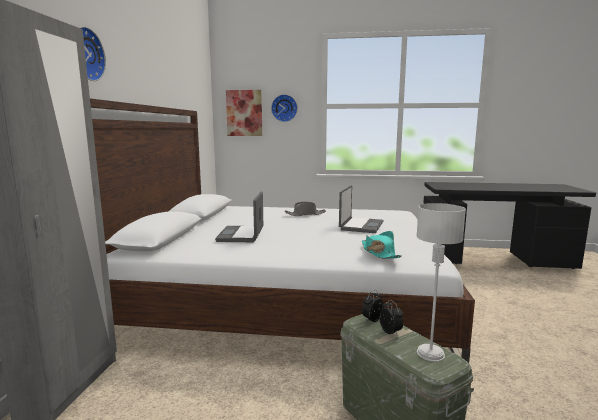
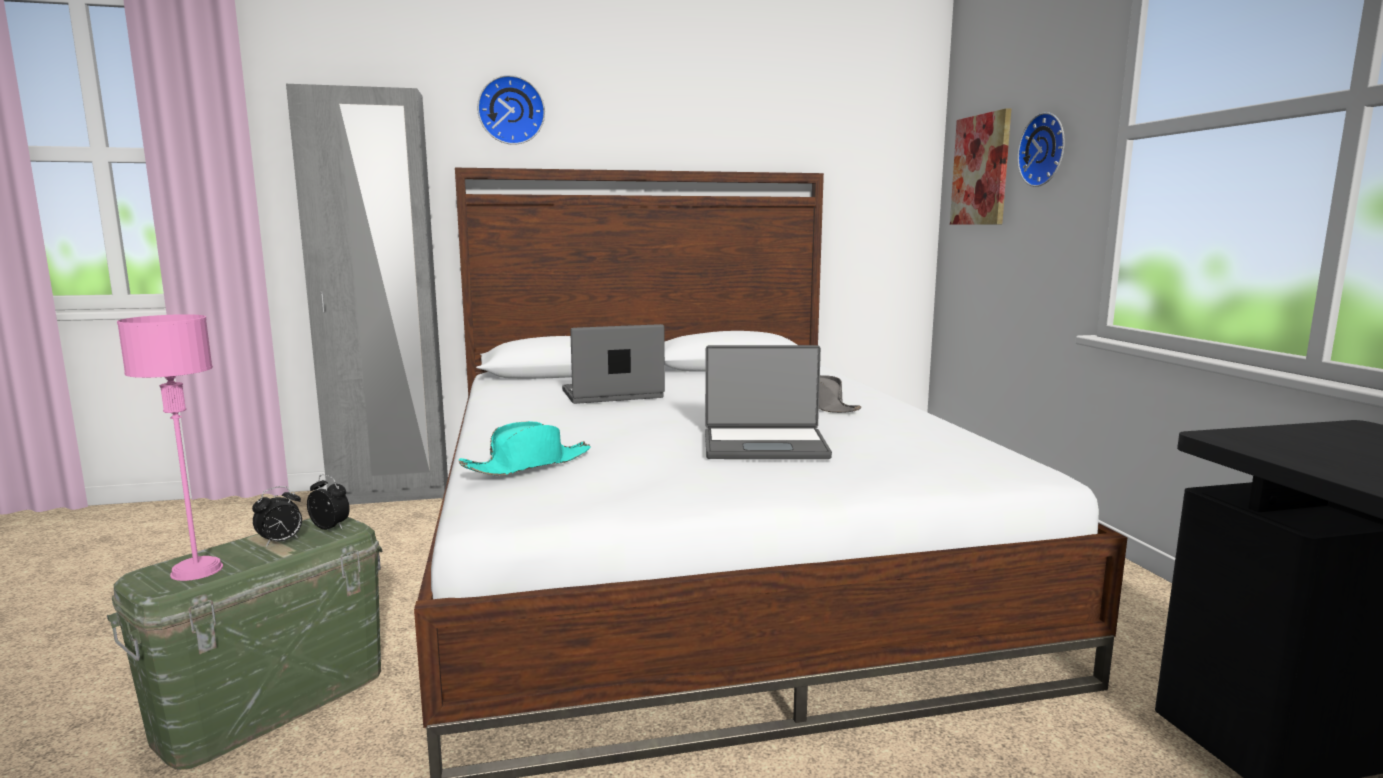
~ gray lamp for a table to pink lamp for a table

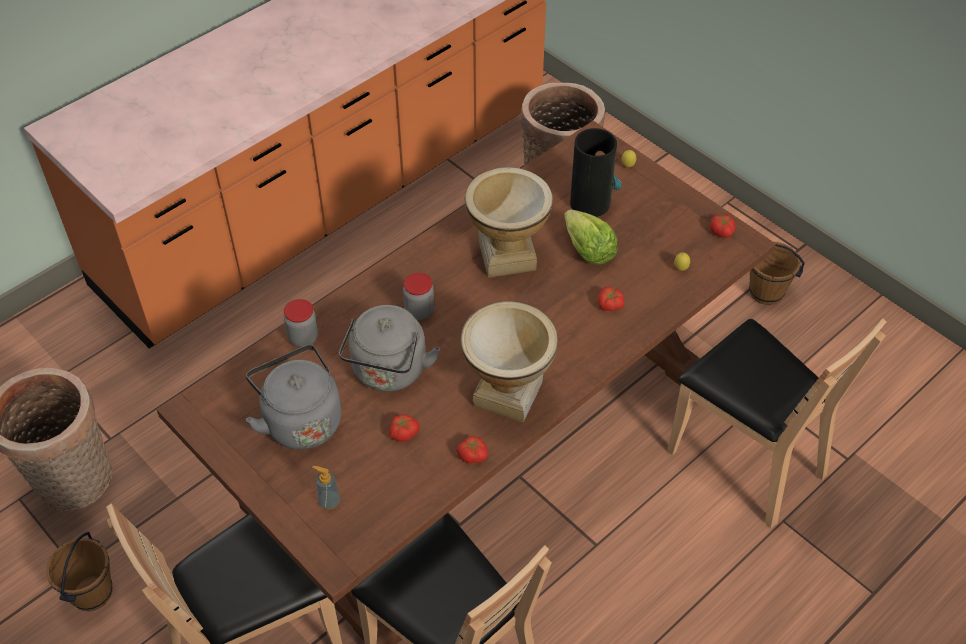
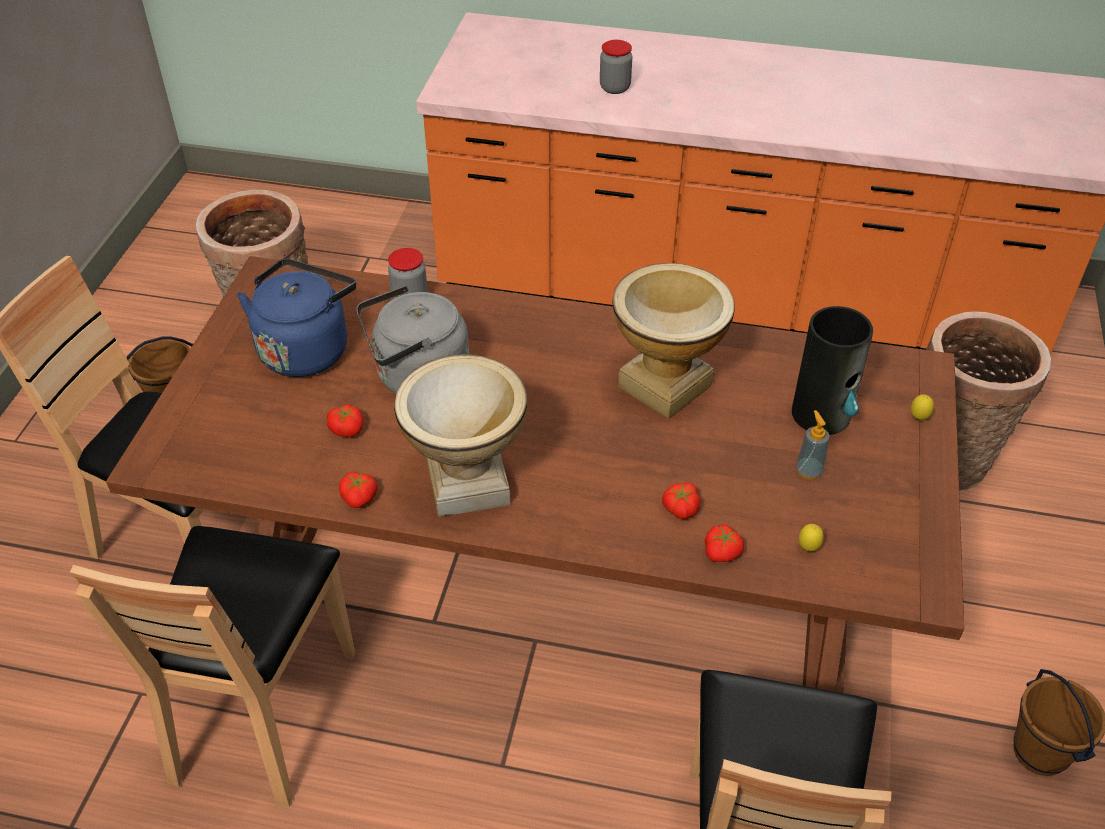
- lettuce
~ soap dispenser
~ preserve jar (2nd from left)
~ tomato (4th from left)
~ gray kettle (1st from left) to bluish kettle

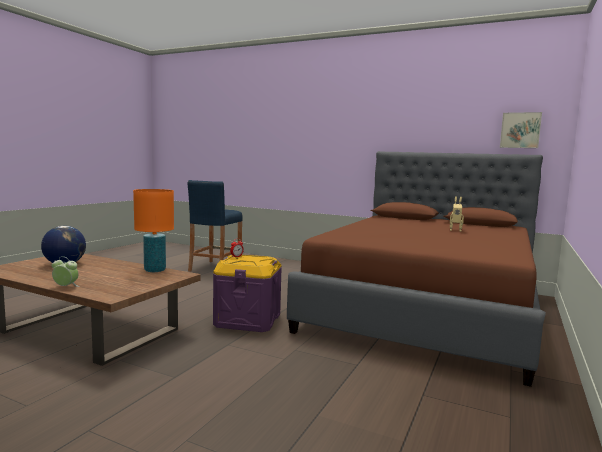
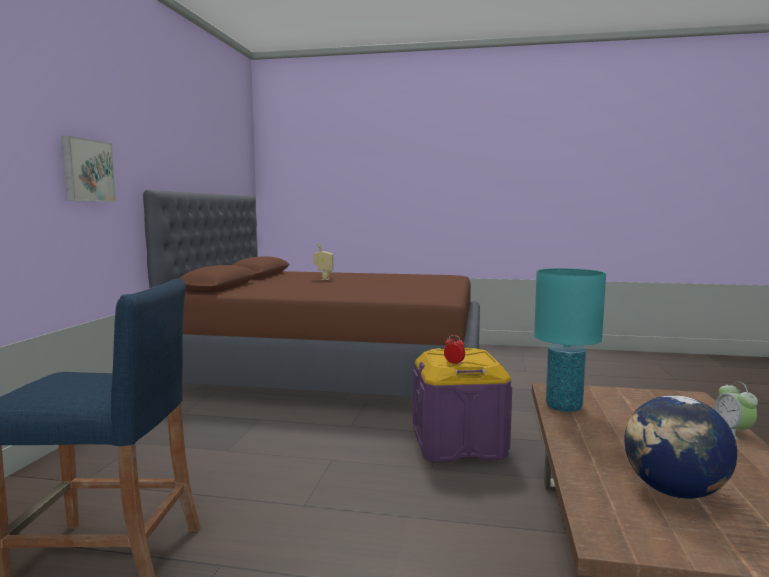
~ picture
~ orange lamp for a table to turquoise lamp for a table

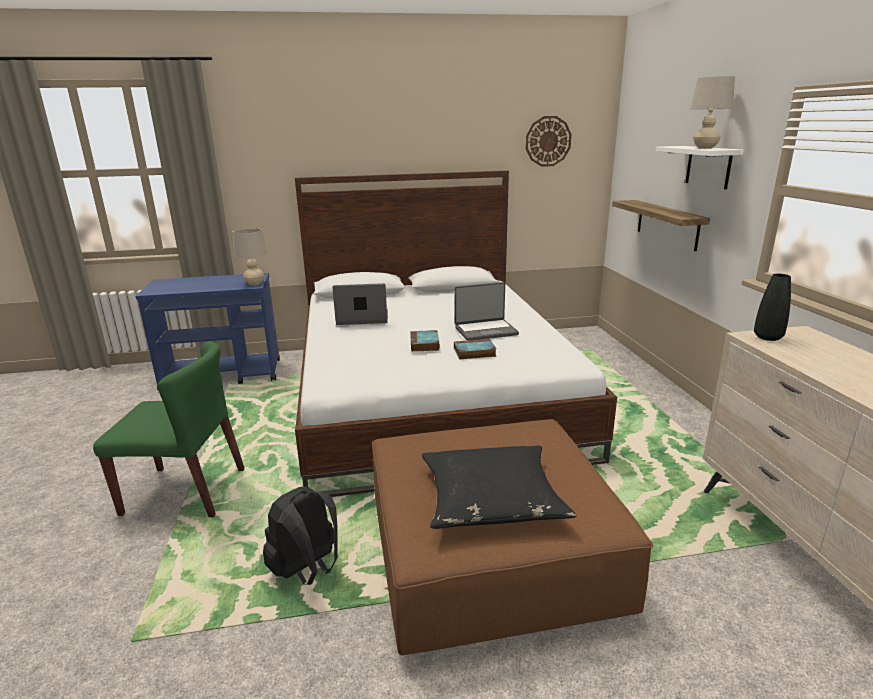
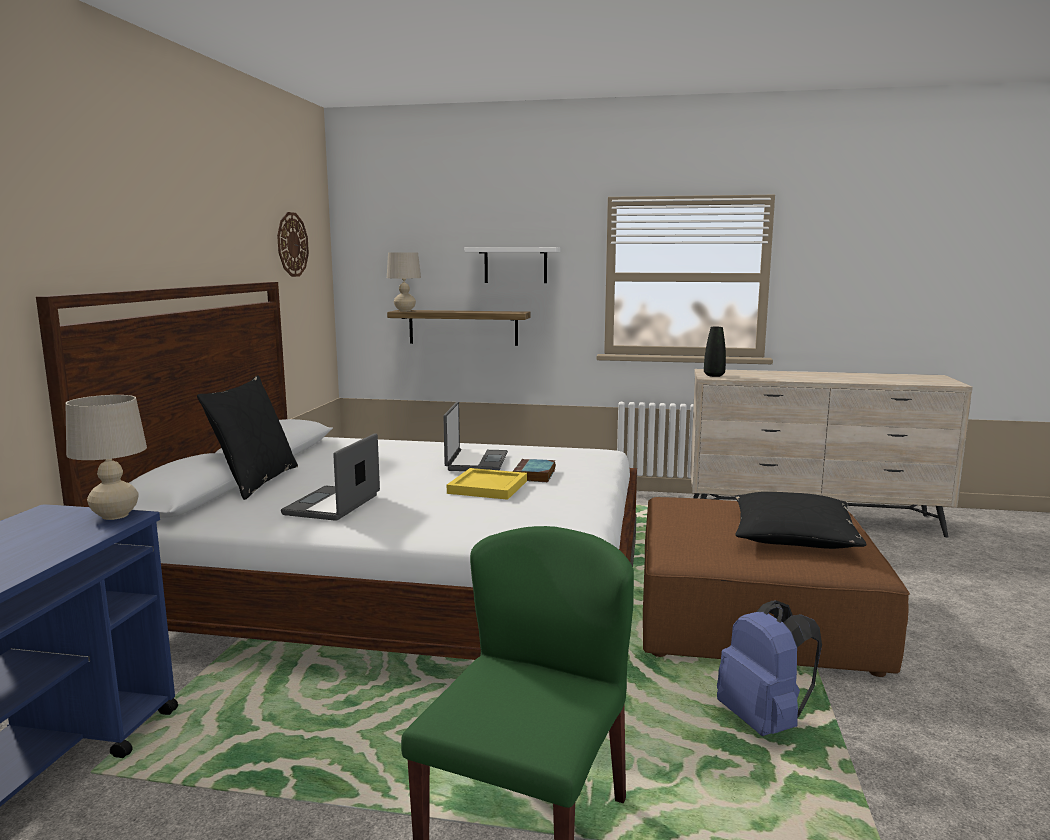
+ black-coloured throw pillow (1st from left)
~ sand-coloured lamp for a table (2nd from left)
~ volume (1st from left) to yellow carrying tray
~ black-coloured backpack to bluish backpack

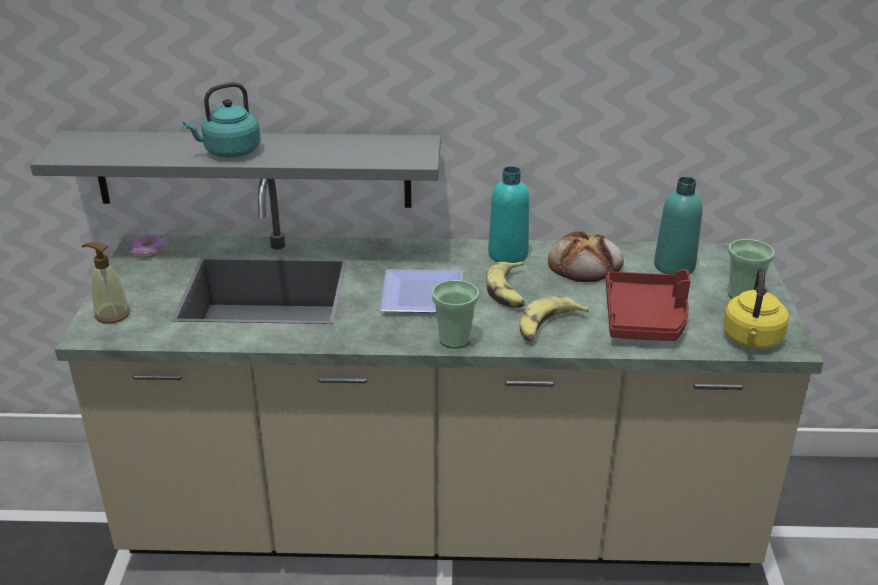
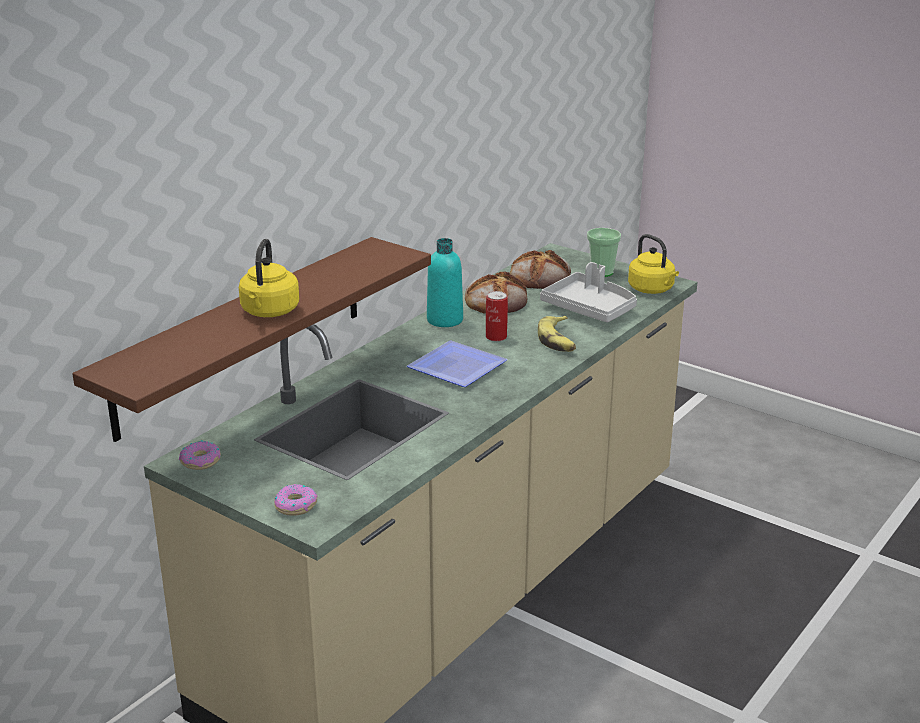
- small cup (1st from left)
~ soap dispenser to ring doughnut (2nd from left)
~ whole banana (1st from left) to sealed can
~ turquoise beverage bottle (2nd from left) to bread (2nd from left)
~ gray wall shelf to brownish wall shelf
~ turquoise kettle to yellow kettle (1st from left)
~ reddish carrying tray to gray carrying tray

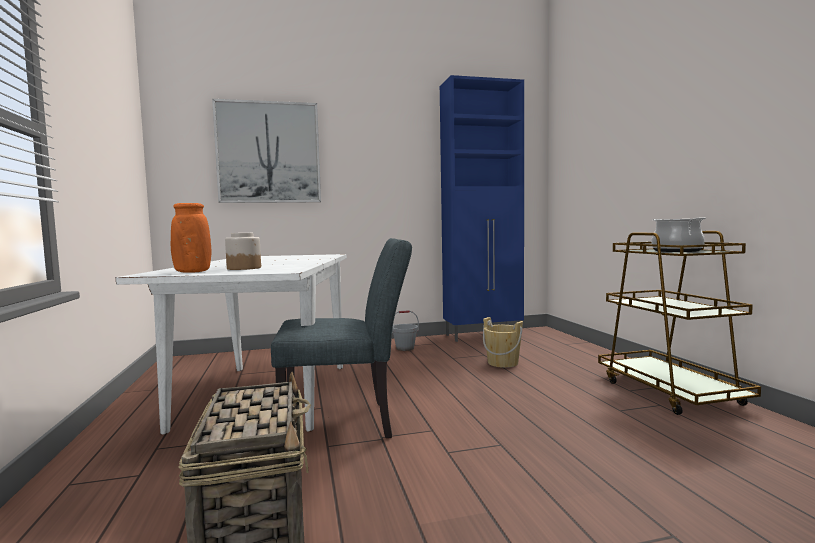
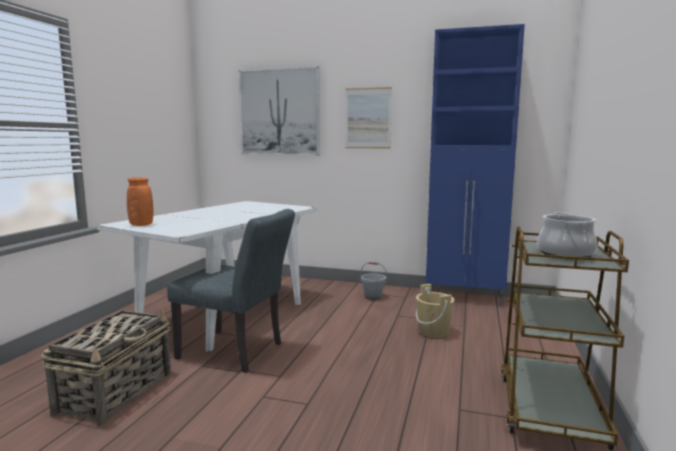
- preserve jar
+ picture (2nd from left)

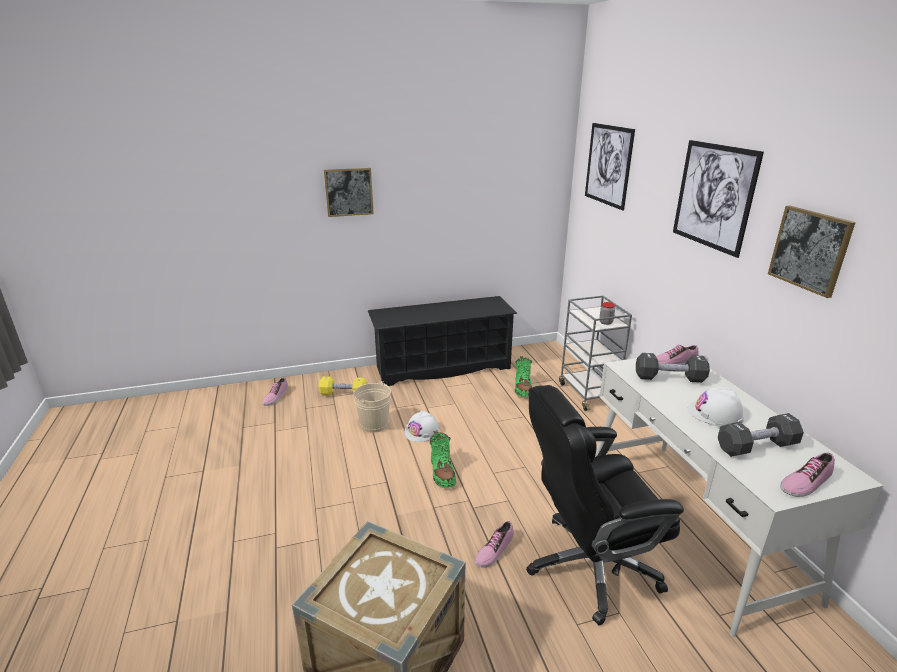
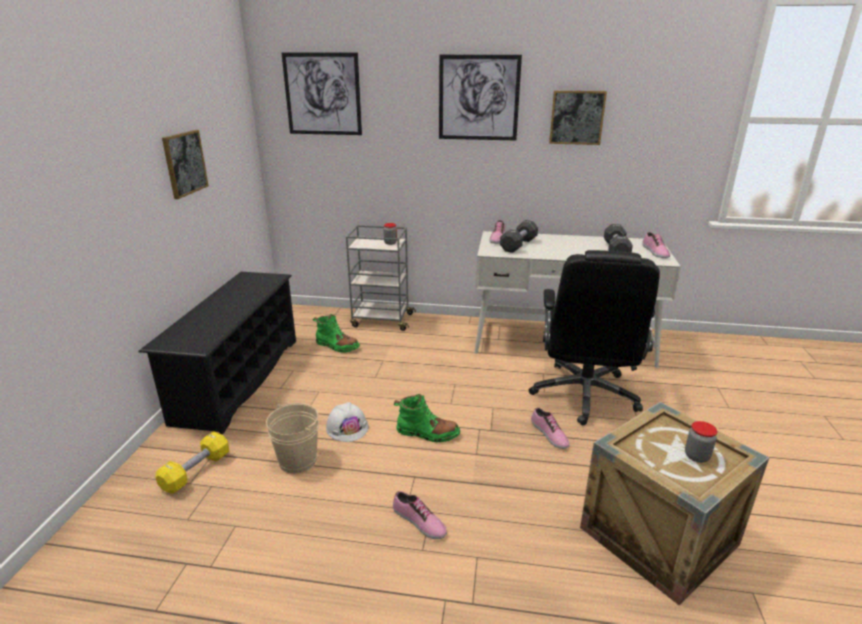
- white work helmet (2nd from left)
+ preserve jar (2nd from left)
~ shoe (1st from left)
~ picture (1st from left)

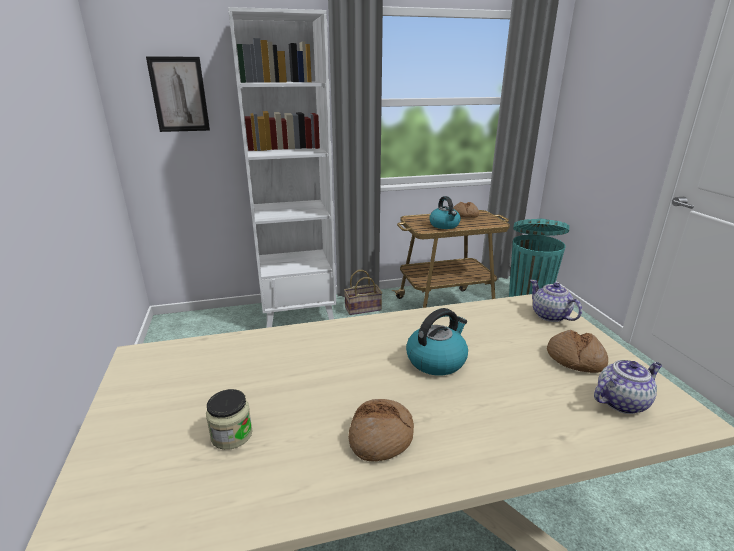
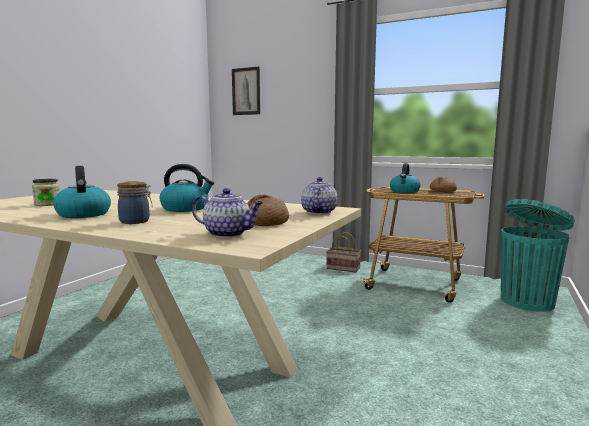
- white bookcase
+ preserve jar (2nd from left)
~ bread (1st from left) to kettle (1st from left)

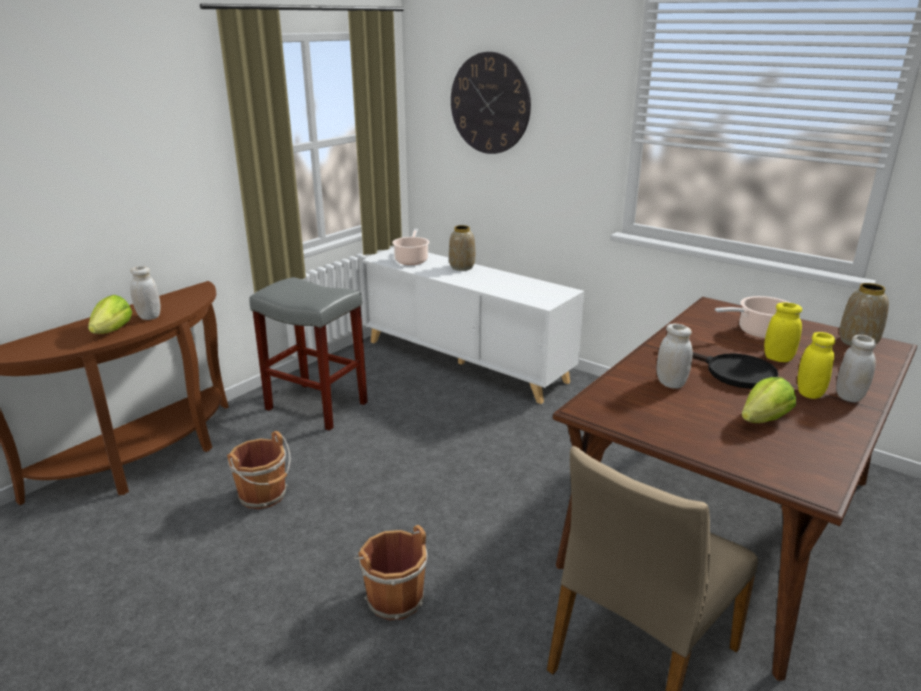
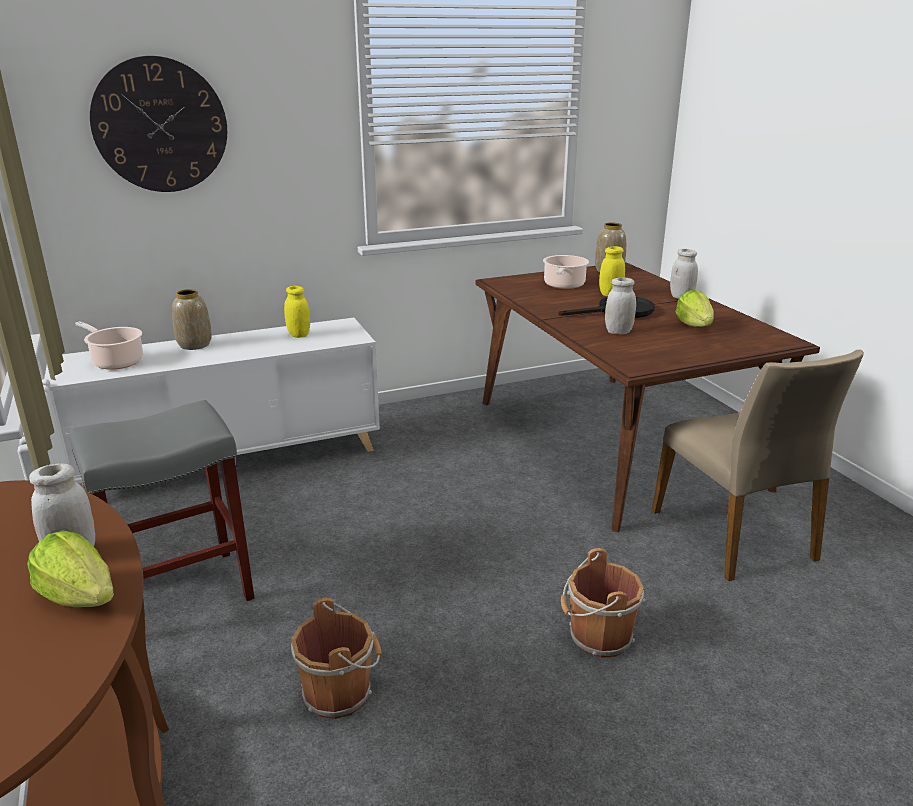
~ yellow preserve jar (2nd from left in the first image) to yellow preserve jar (1st from left)

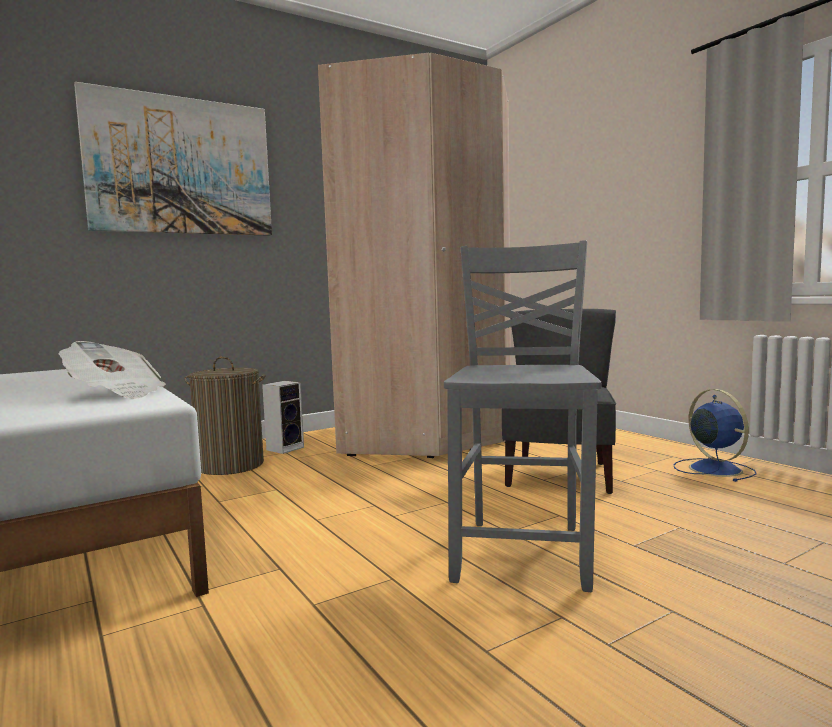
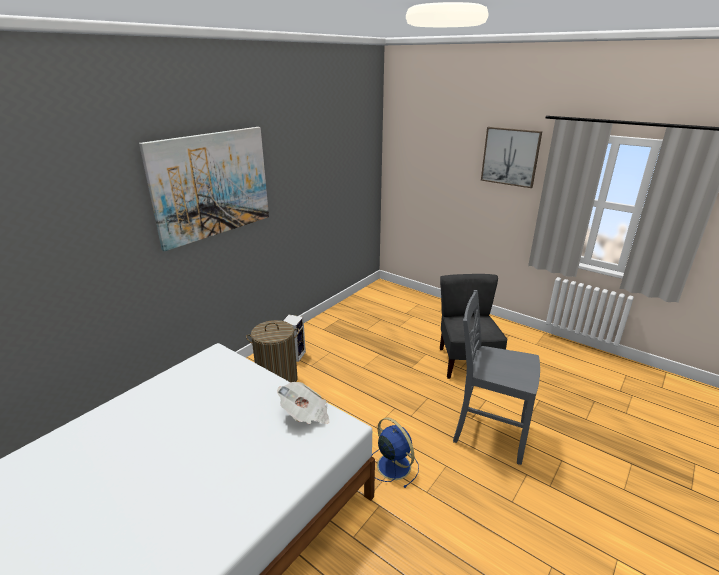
- sand-coloured clothes cupboard
+ picture (2nd from left)
~ bluish fan
~ gray plain chair (1st from left in the first image) 60 degrees counterclockwise

